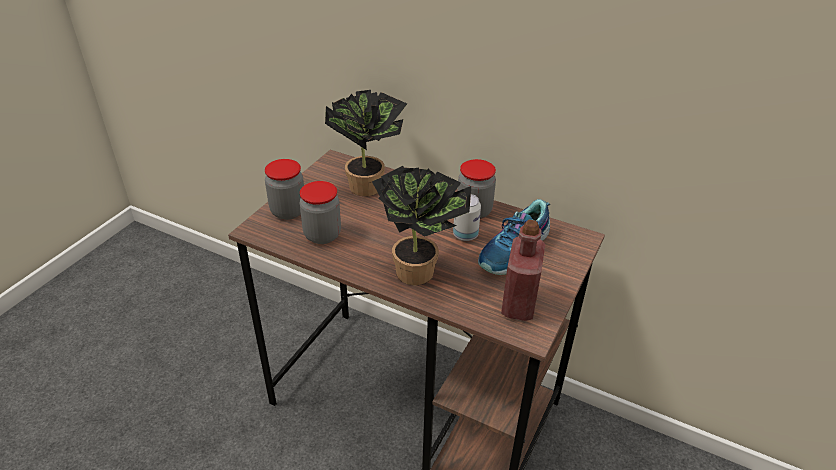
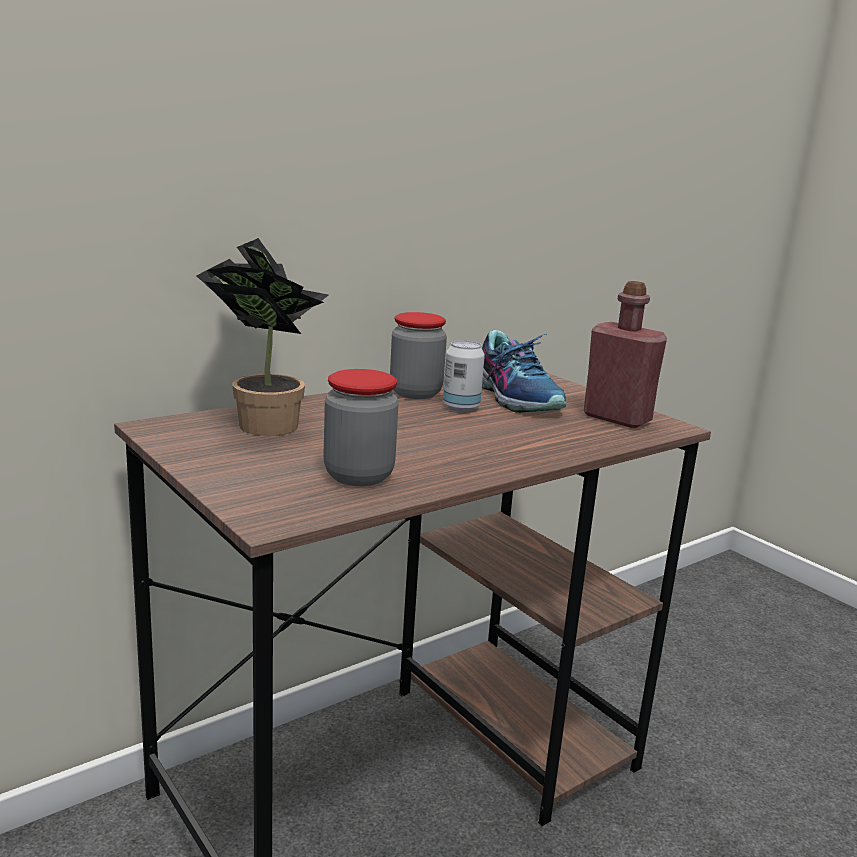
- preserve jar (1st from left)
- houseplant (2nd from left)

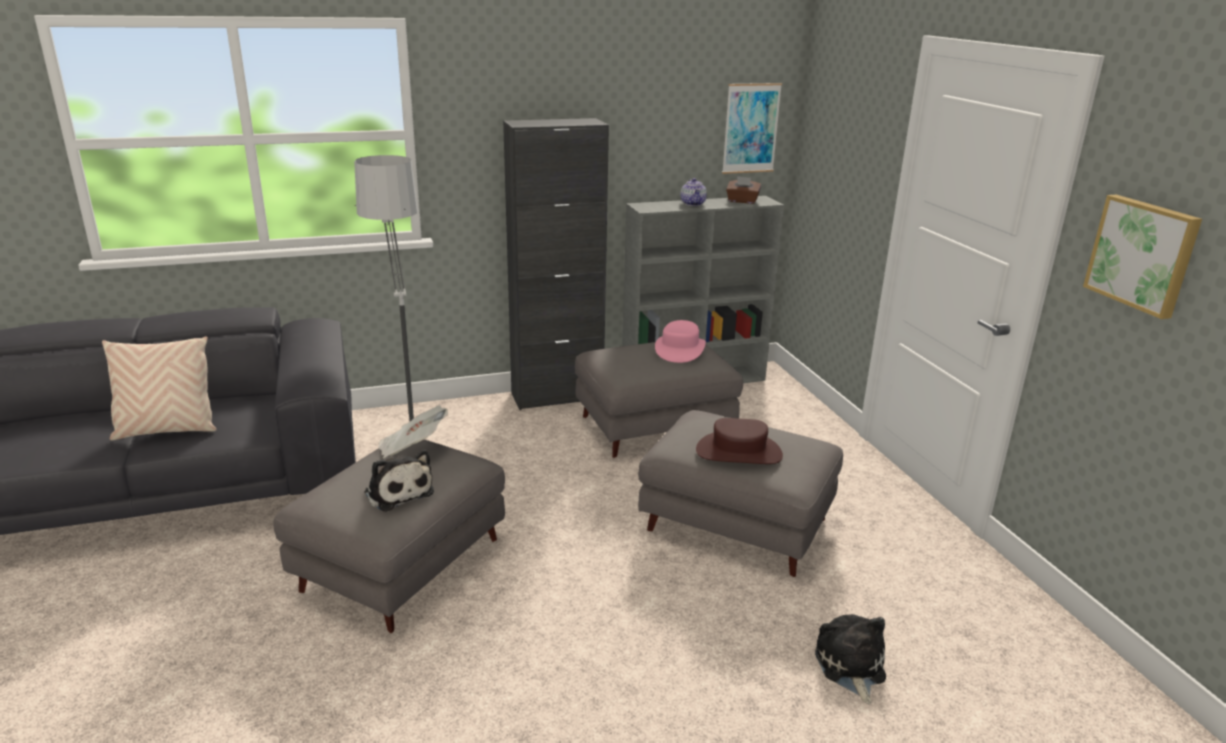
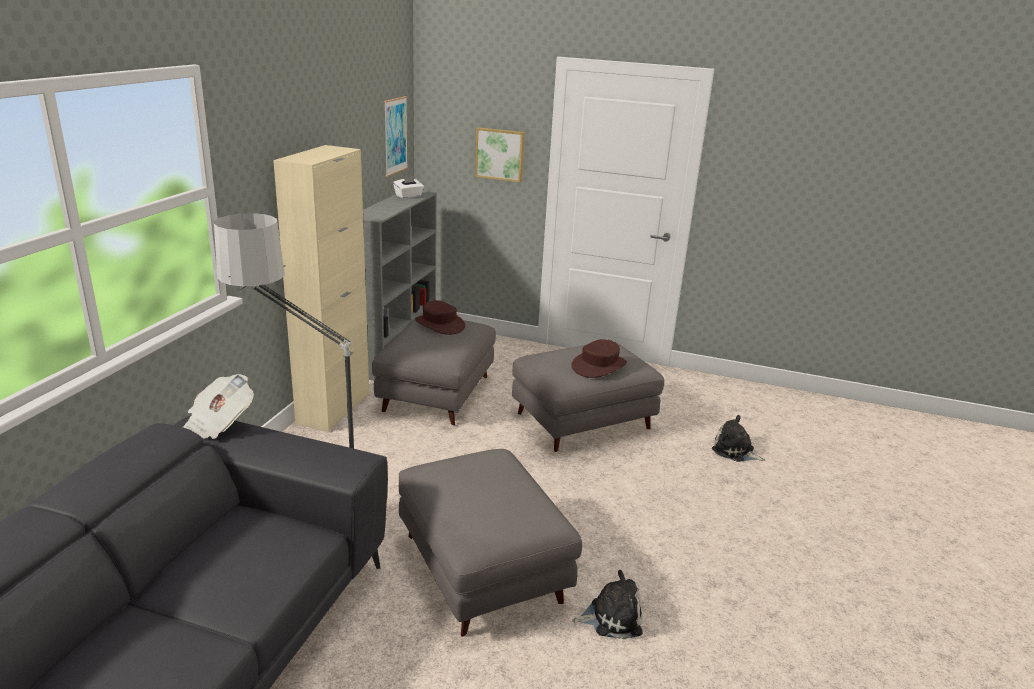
- sand-coloured throw pillow
- tea pot
~ plush toy (1st from left)
~ daily paper
~ picture (2nd from left)
~ black-coloured cabinet to sand-coloured cabinet
~ pink clothing hat to brownish clothing hat (1st from left)
~ brownish tissue box to white tissue box

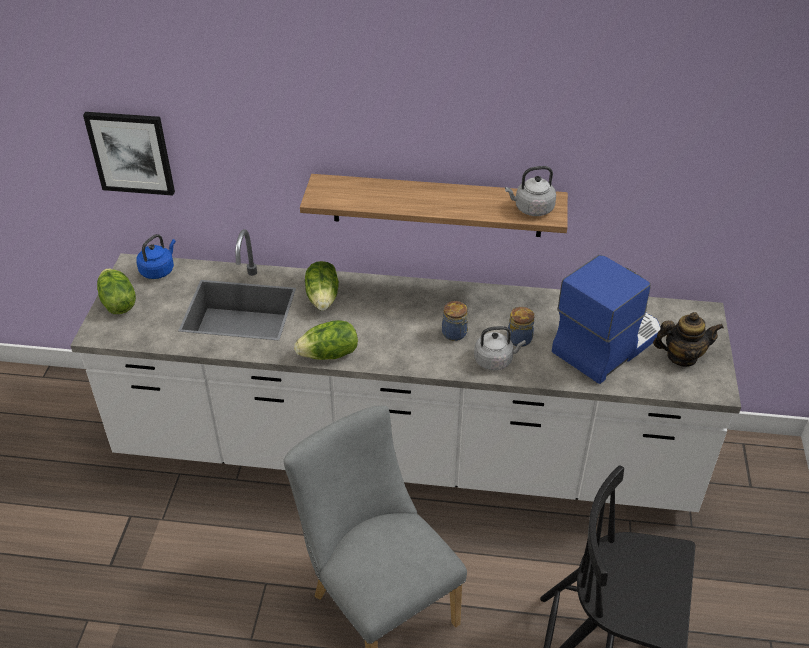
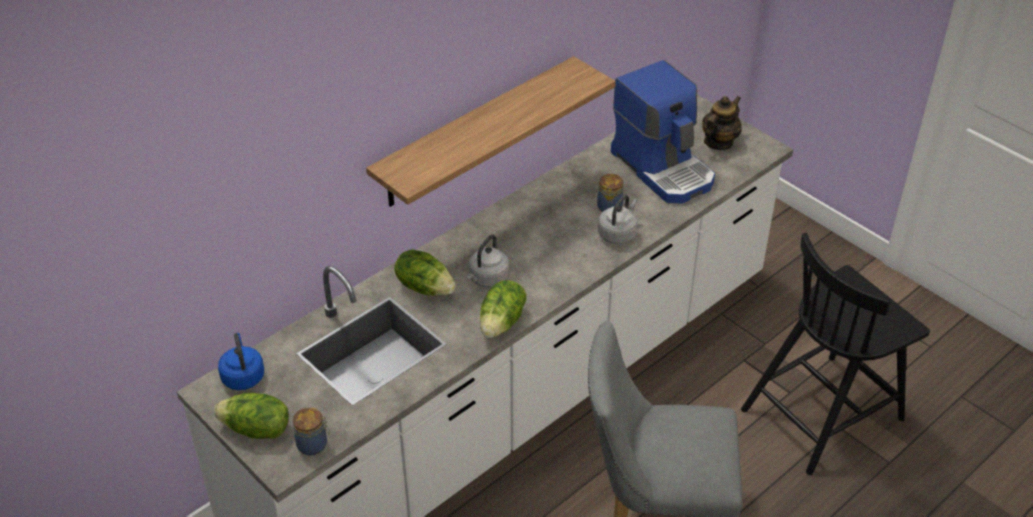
- picture
~ preserve jar (1st from left)
~ gray kettle (2nd from left in the first image) to gray kettle (1st from left)
~ coffee machine 150 degrees clockwise

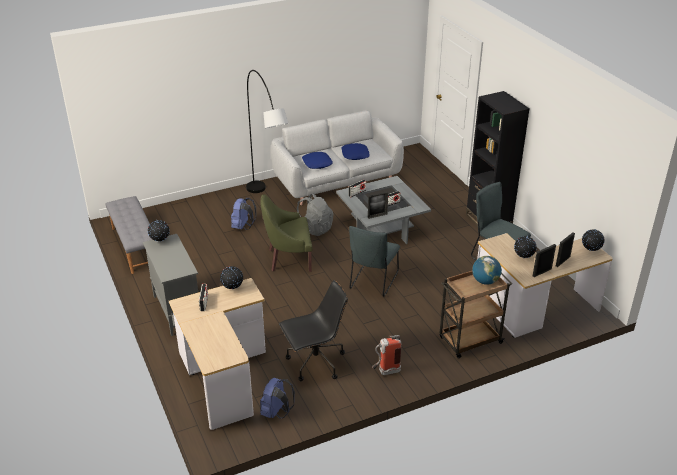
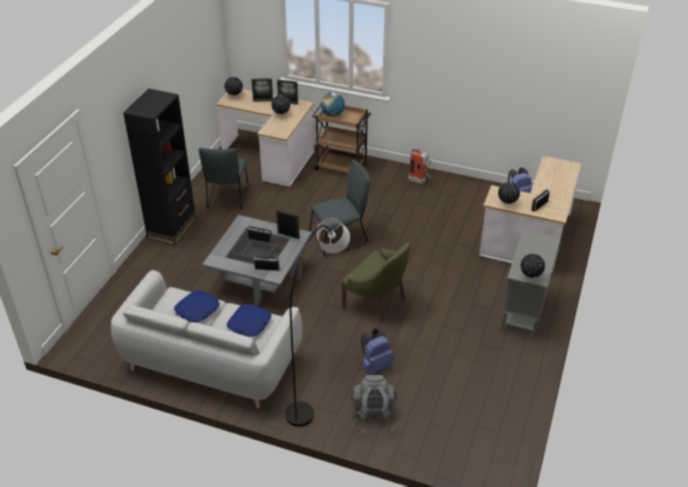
- gray bench
- black-coloured computer chair
~ gray backpack

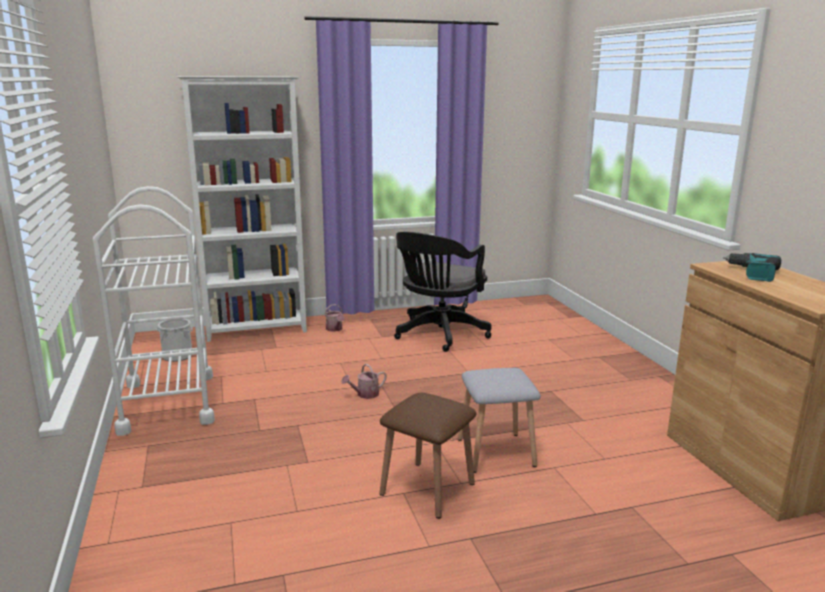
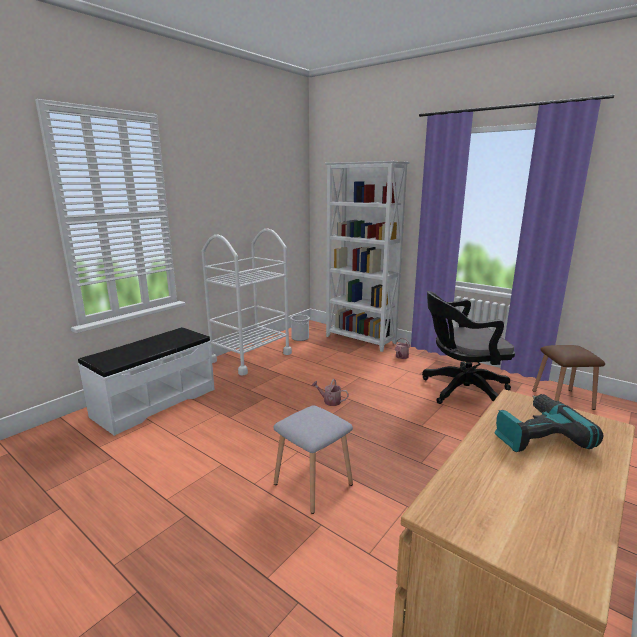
+ white bench
~ brownish stool

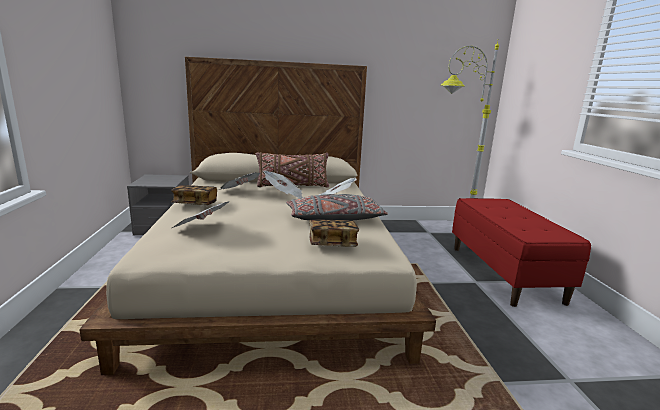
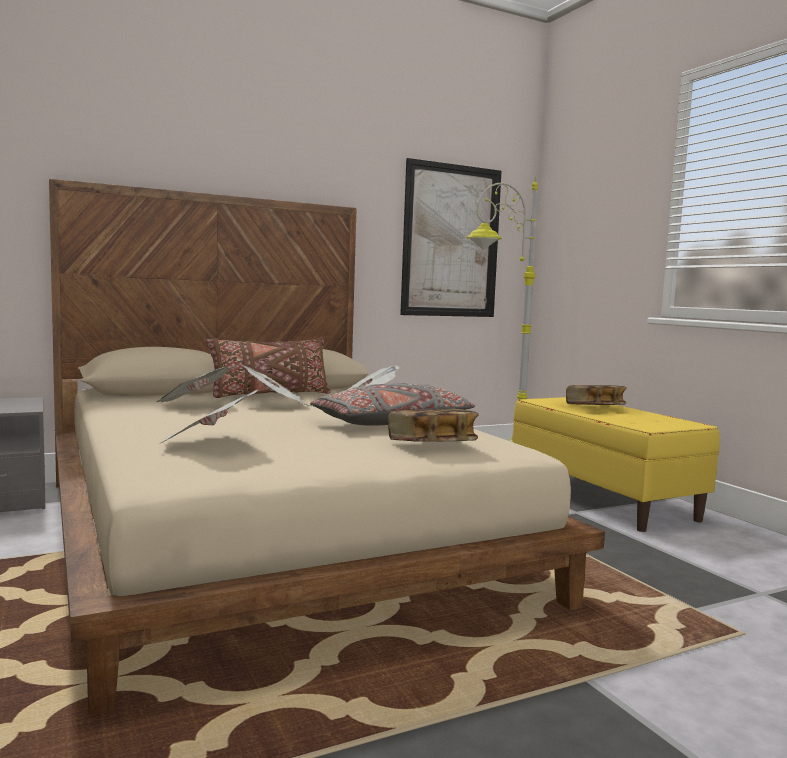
+ picture
~ volume (1st from left in the first image) to volume (2nd from left)
~ reddish bench to yellow bench

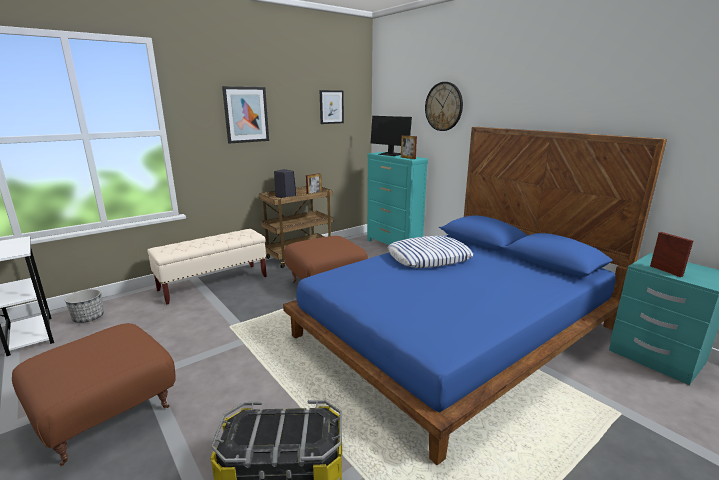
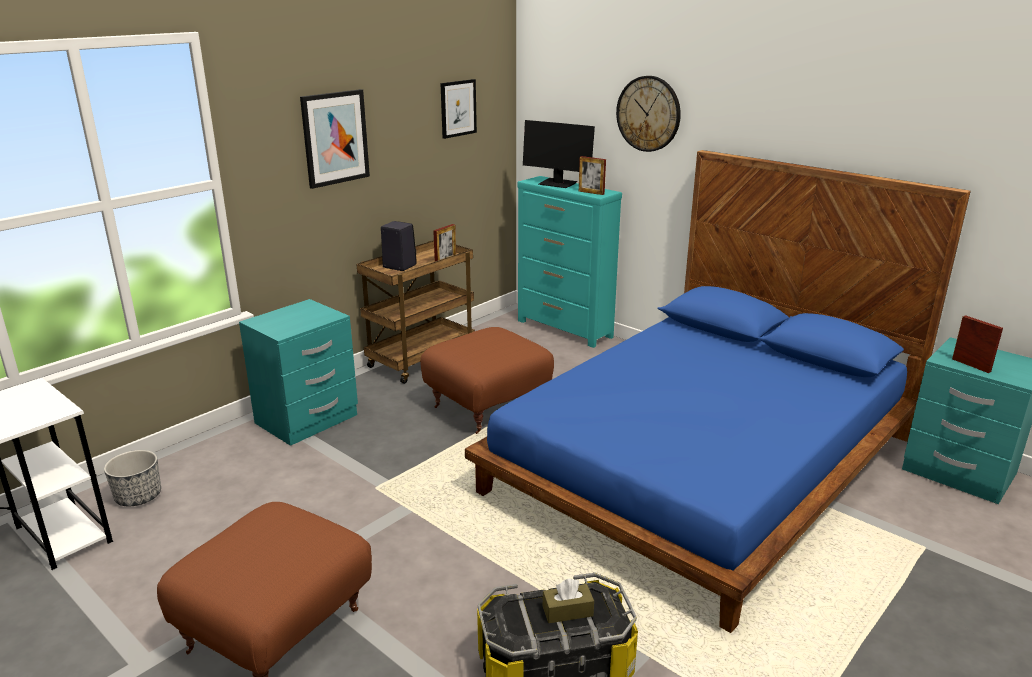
- throw pillow
+ brownish tissue box
~ sand-coloured bench to turquoise bedside table (1st from left)

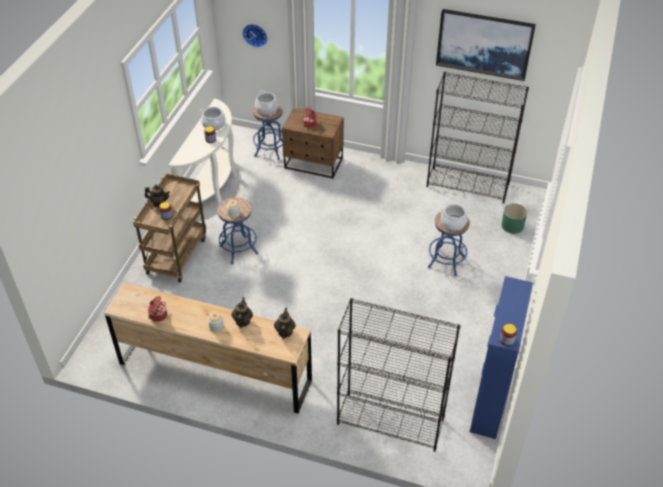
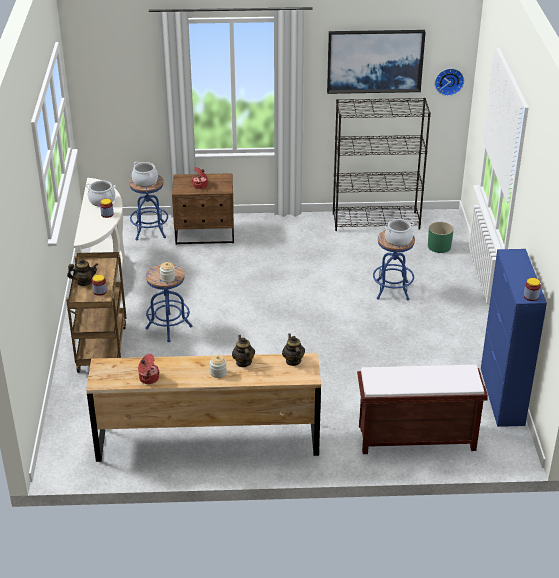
~ clock on the wall
~ black-coloured bookcase (1st from left) to brownish bench

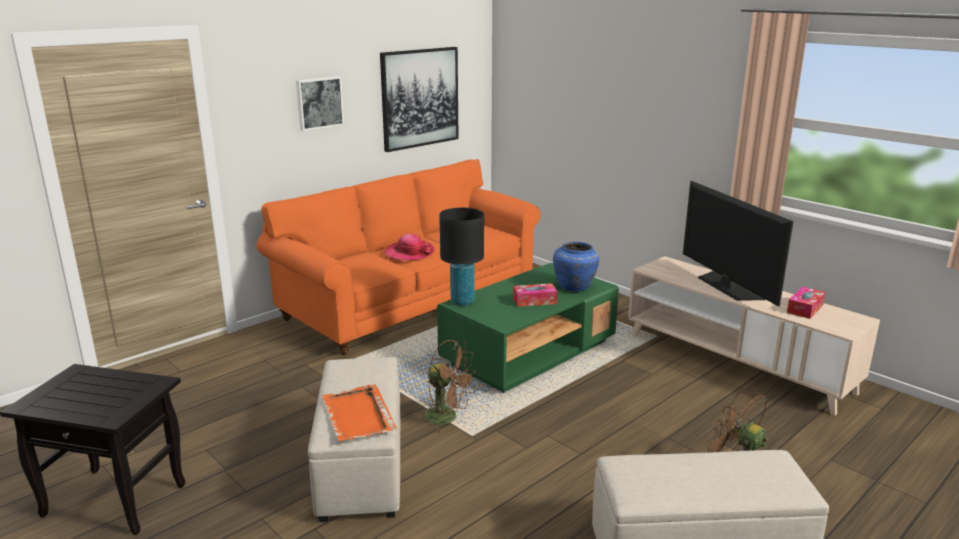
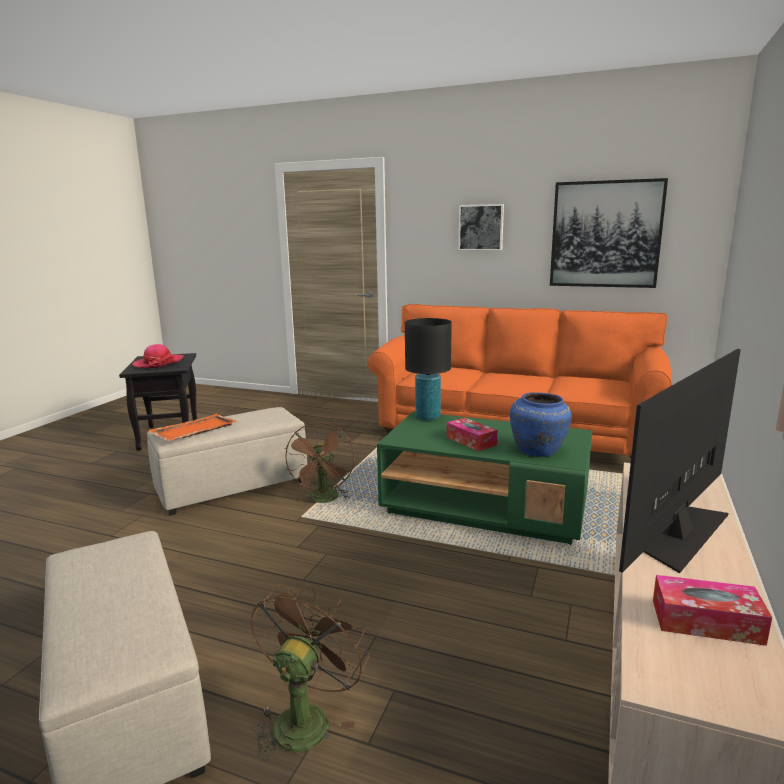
~ clothing hat

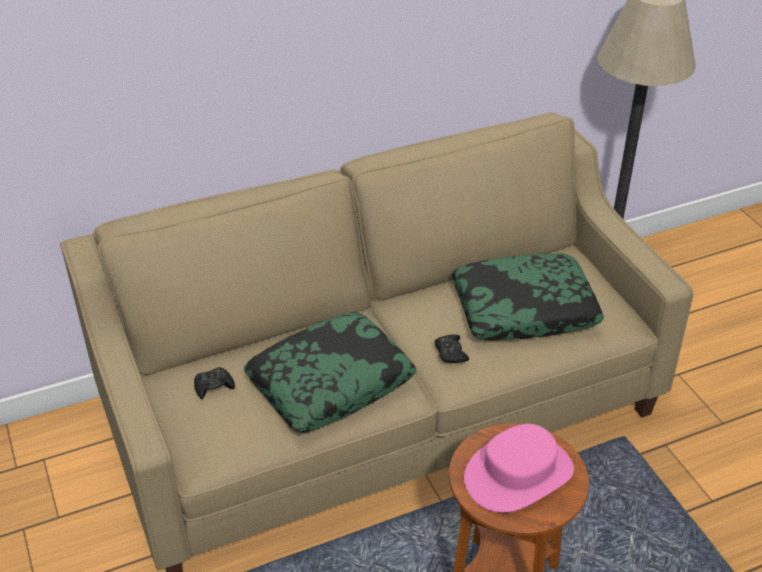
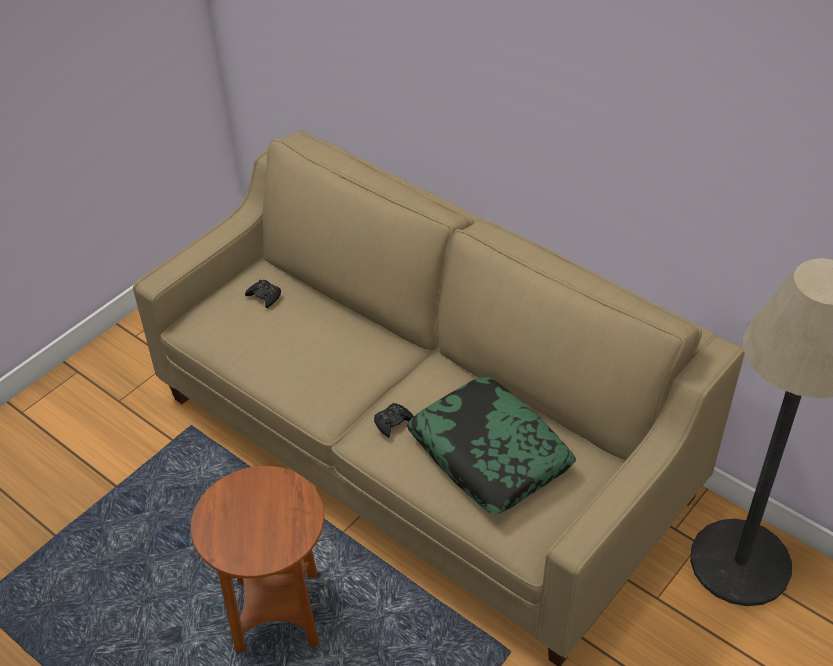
- throw pillow (1st from left)
- pink clothing hat

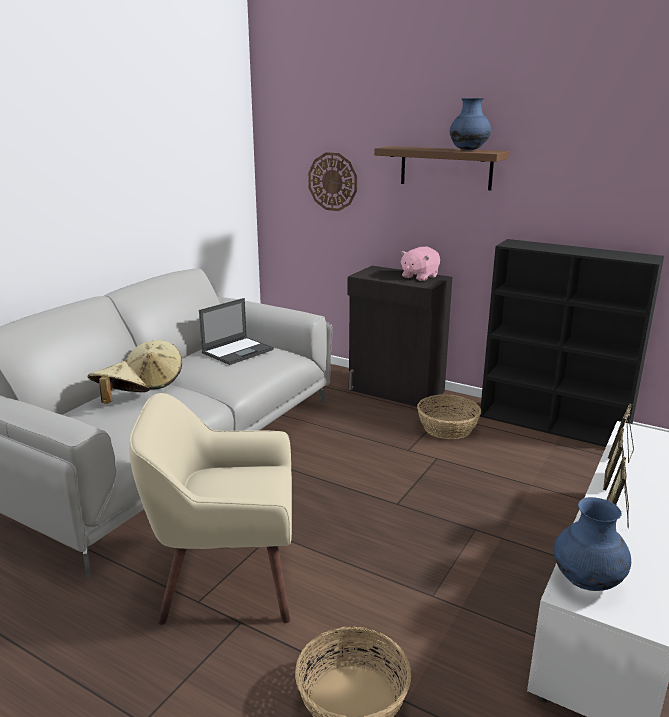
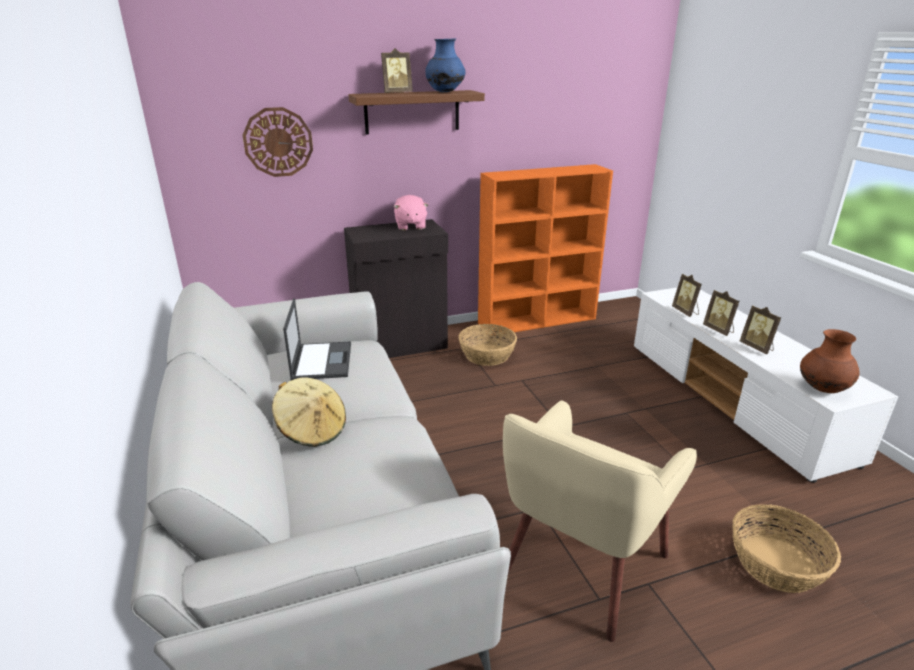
- sand-coloured clothing hat (1st from left)
+ photo frame (1st from left)
~ black-coloured bookcase to orange bookcase
~ bluish flower vase (2nd from left) to brownish flower vase

